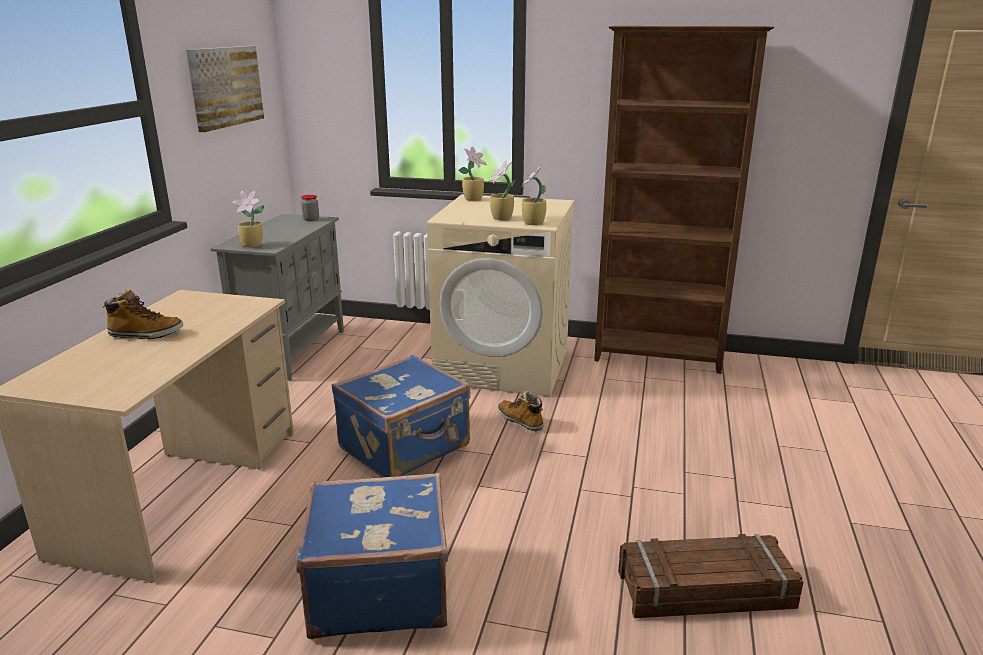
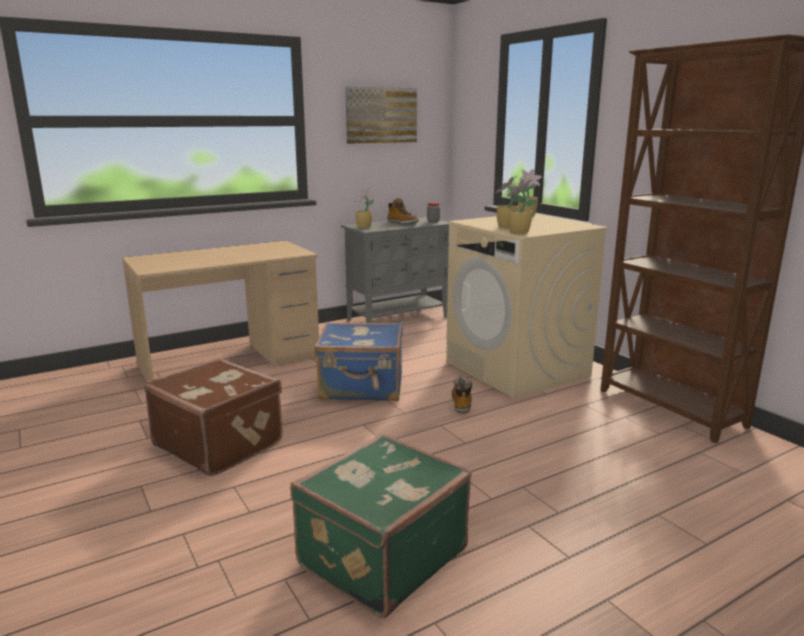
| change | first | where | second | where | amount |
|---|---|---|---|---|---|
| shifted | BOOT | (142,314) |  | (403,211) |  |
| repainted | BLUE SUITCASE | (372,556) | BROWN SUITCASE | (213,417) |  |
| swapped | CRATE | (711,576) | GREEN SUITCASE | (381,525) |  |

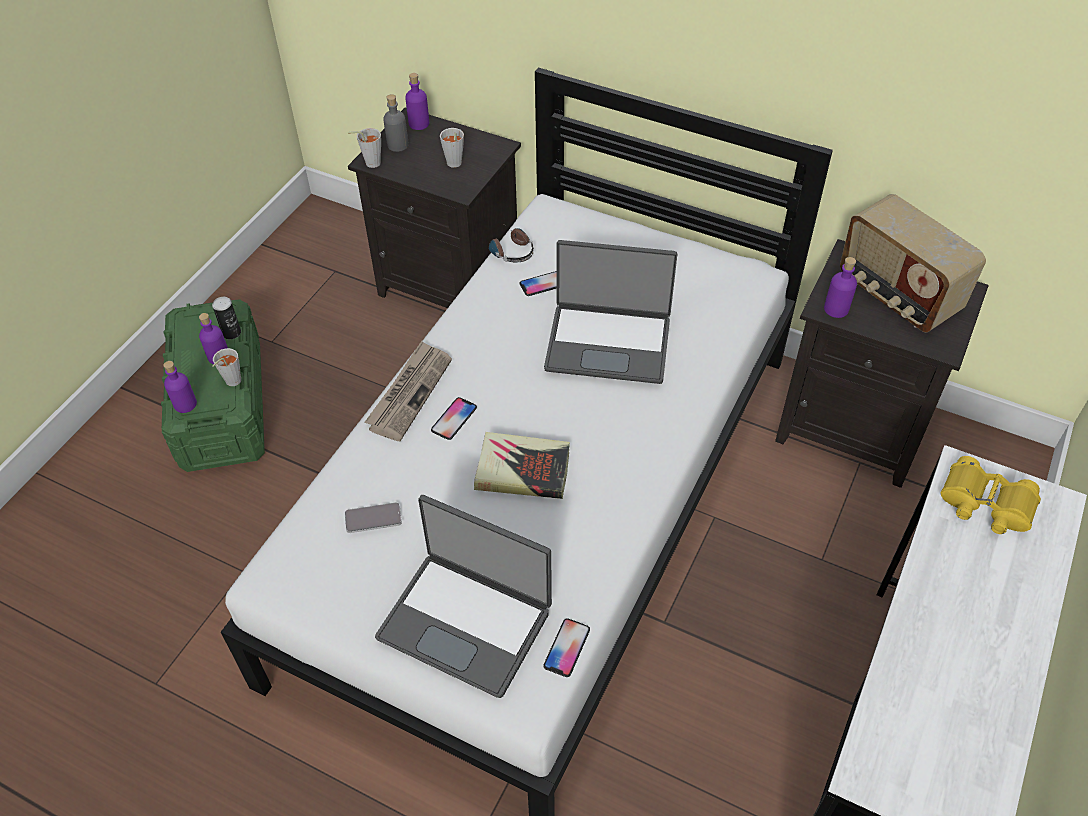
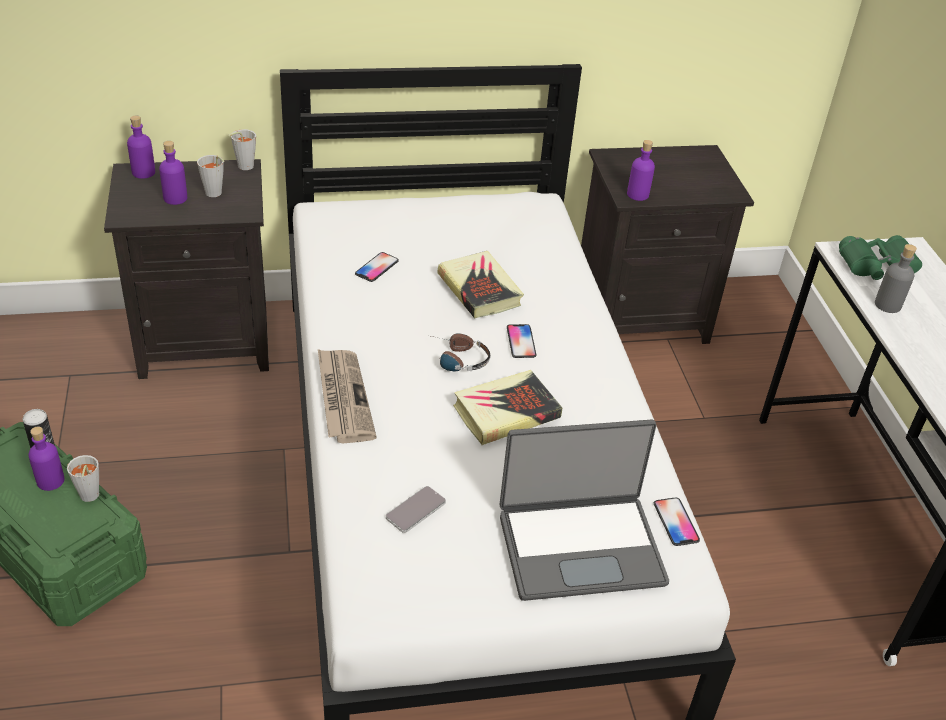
| change | first | where | second | where | amount |
|---|---|---|---|---|---|
| shifted | PURPLE BOTTLE | (180,387) |  | (173,173) |  |
| shifted | GREY CUP | (364,148) |  | (242,149) |  |
| shifted | GREY BOTTLE | (396,123) |  | (896,278) |  |
| shifted | PHONE | (454,418) |  | (521,341) |  |
| shifted | HEADPHONES | (511,242) |  | (461,352) |  |
| swapped | LAPTOP | (610,312) | BOOK | (481,285) |  |
| gone | RADIO | (913,263) |  |  |  |
| repainted | YELLOW BINOCULARS | (991,495) | GREEN BINOCULARS | (880,257) |  |

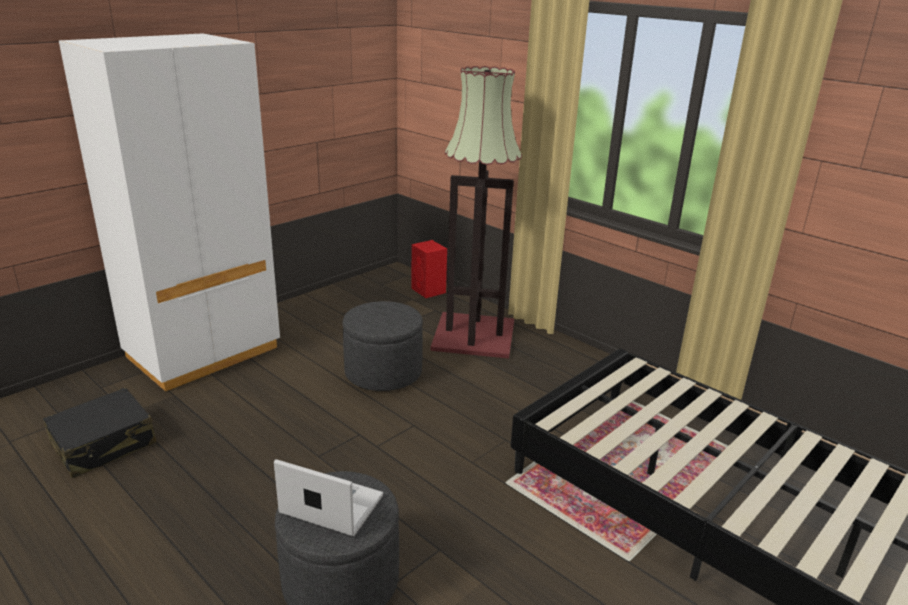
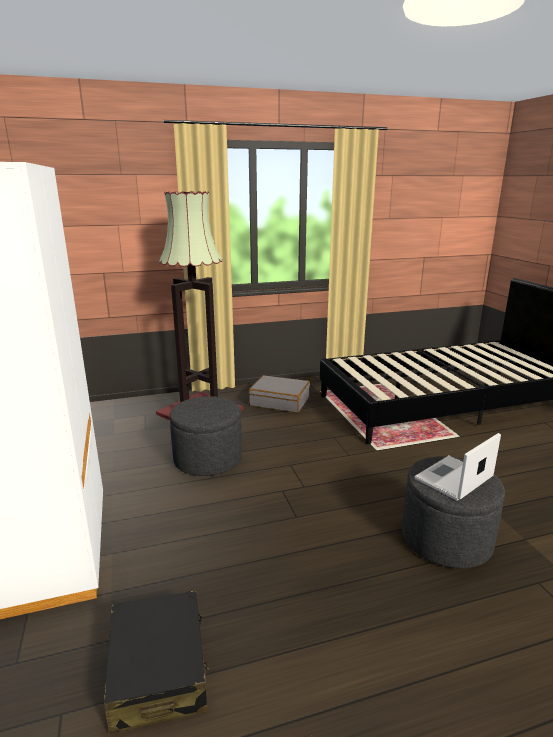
| change | first | where | second | where | amount |
|---|---|---|---|---|---|
| gone | RED SPEAKER | (429,269) |  |  |  |
| new |  |  | GREY SUITCASE | (279,394) |  |

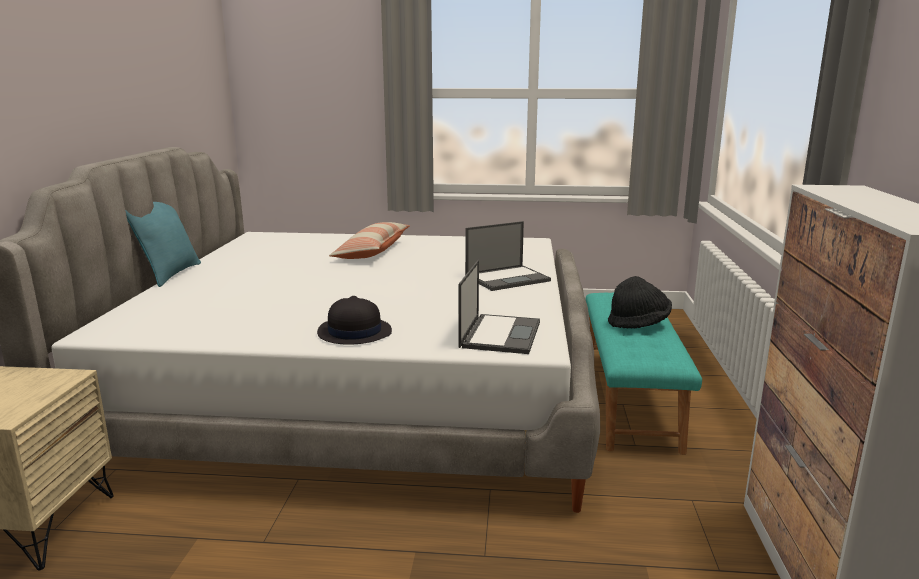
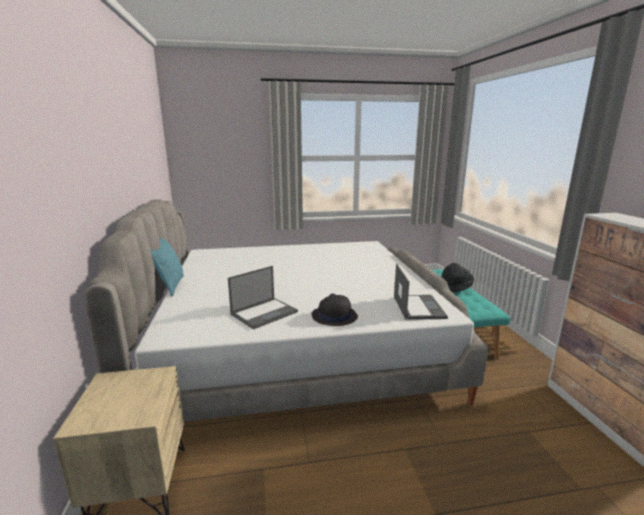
| change | first | where | second | where | amount |
|---|---|---|---|---|---|
| gone | PILLOW | (369,240) |  |  |  |
| shifted | LAPTOP | (508,256) |  | (263,297) |  |

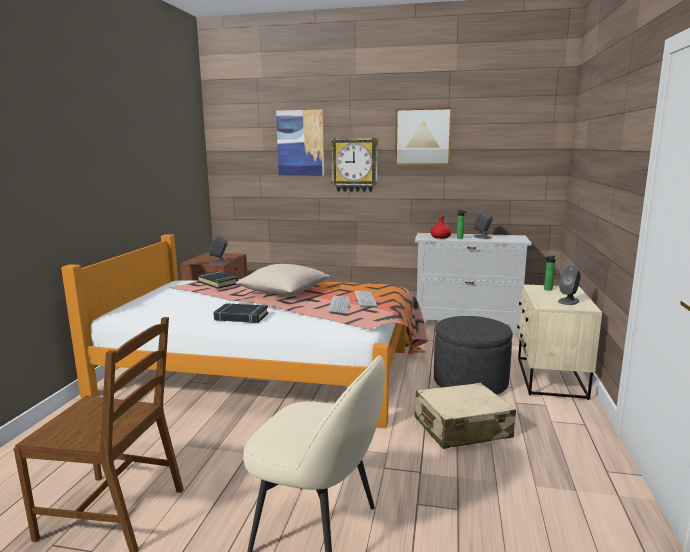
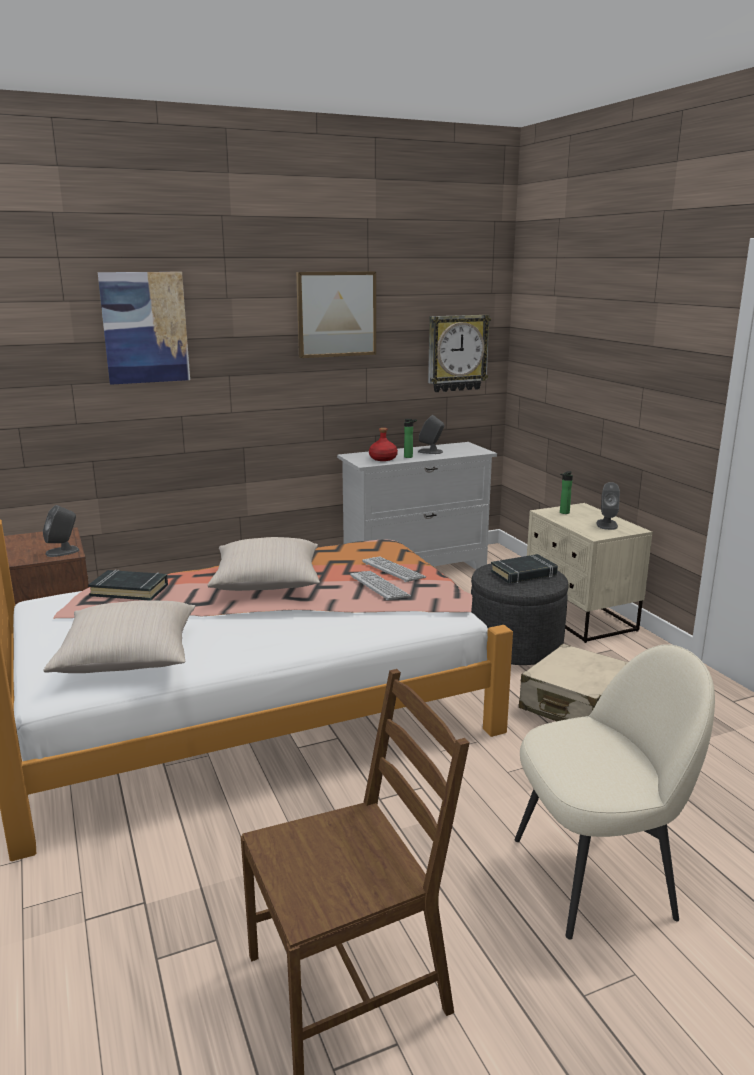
| change | first | where | second | where | amount |
|---|---|---|---|---|---|
| shifted | BLACK BOOK | (240,313) |  | (524,569) |  |
| shifted | WALL CLOCK | (354,165) |  | (459,353) |  |
| new |  |  | BEIGE PILLOW | (119,636) |  |

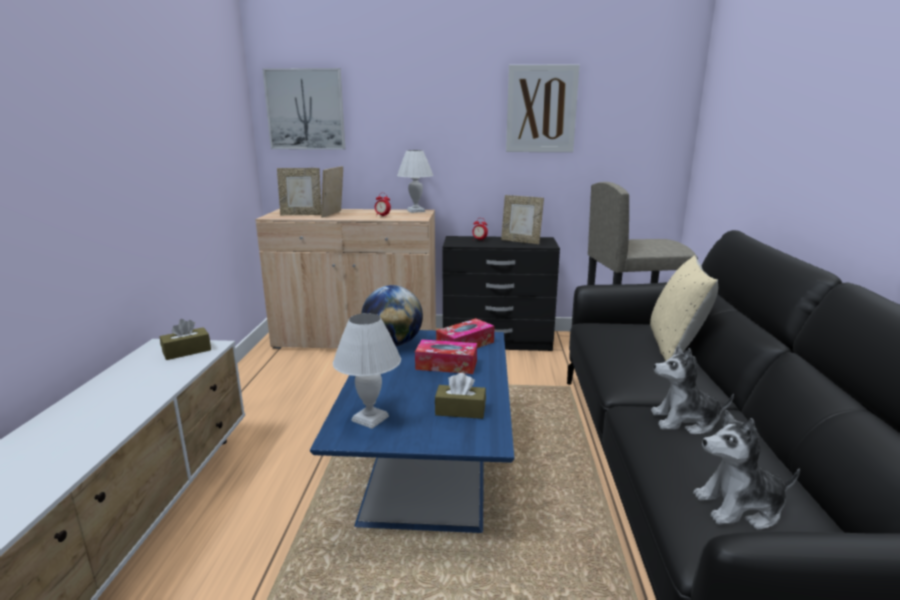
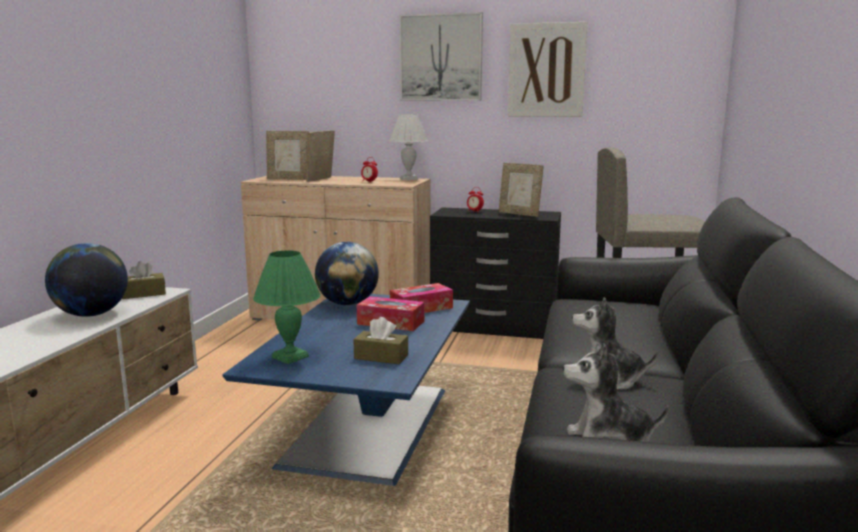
| change | first | where | second | where | amount |
|---|---|---|---|---|---|
| shifted | PICTURE | (304,109) |  | (441,56) |  |
| repainted | WHITE TABLE LAMP | (367,371) | GREEN TABLE LAMP | (287,307) |  |
| gone | BEIGE PILLOW | (684,308) |  |  |  |
| new |  |  | GLOBE | (86,280) |  |

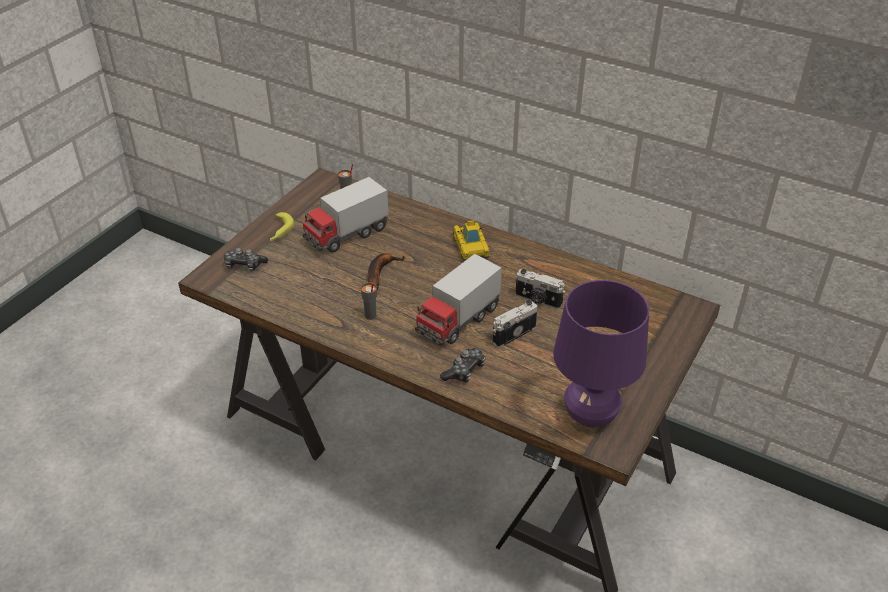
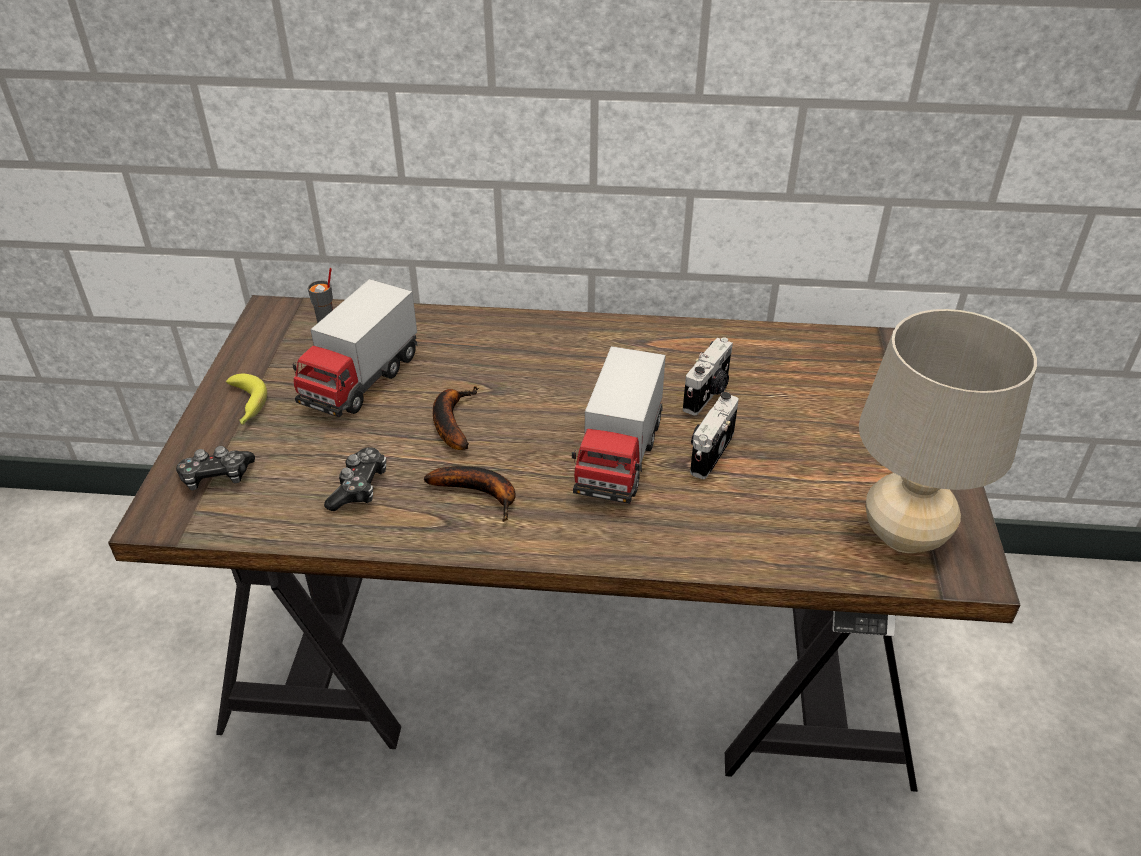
| change | first | where | second | where | amount |
|---|---|---|---|---|---|
| swapped | GREY CUP | (369,301) | BANANA | (470,494) |  |
| shifted | GAME CONTROLLER | (463,365) |  | (355,479) |  |
| gone | TOY CAR | (471,241) |  |  |  |
| rotated | PHOTO CAMERA | (540,289) |  | (708,376) | 60 degrees counterclockwise |
| repainted | PURPLE TABLE LAMP | (601,353) | BEIGE TABLE LAMP | (948,431) |  |

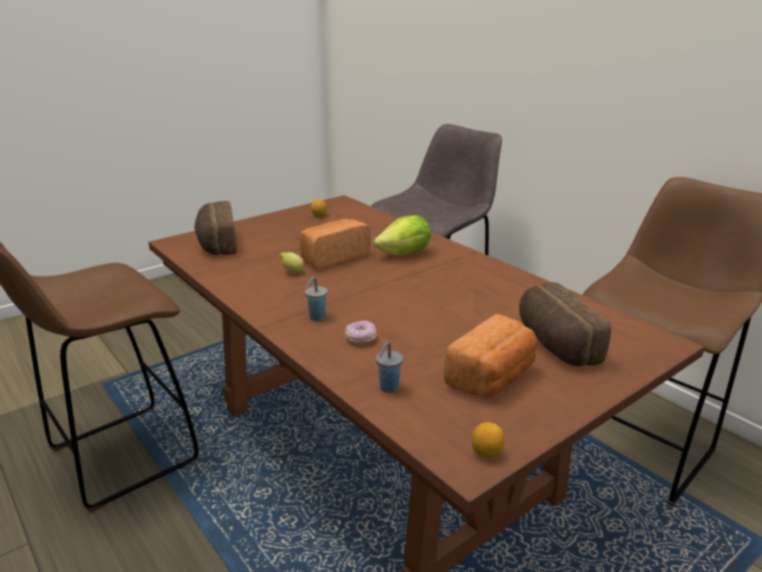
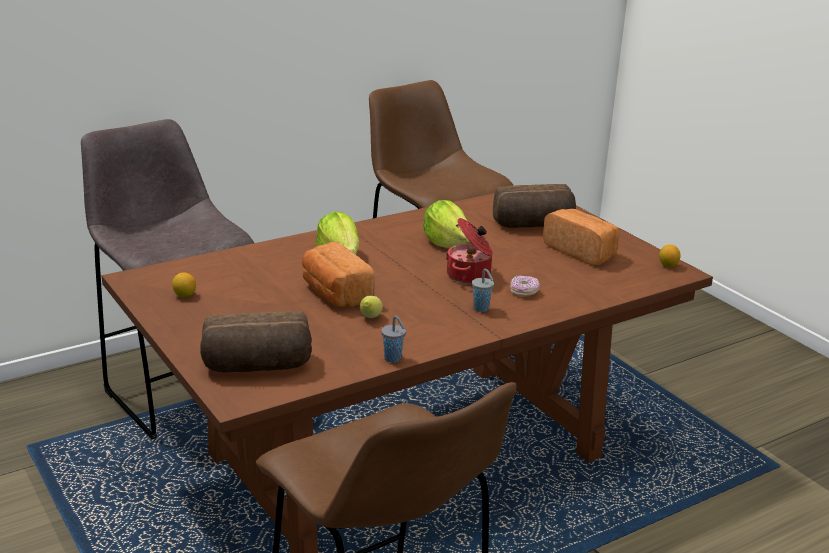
| change | first | where | second | where | amount |
|---|---|---|---|---|---|
| shifted | GREY CUP | (389,367) |  | (393,339) |  |
| new |  |  | LETTUCE | (446,224) |  |
| new |  |  | COOKING POT | (469,251) |  |

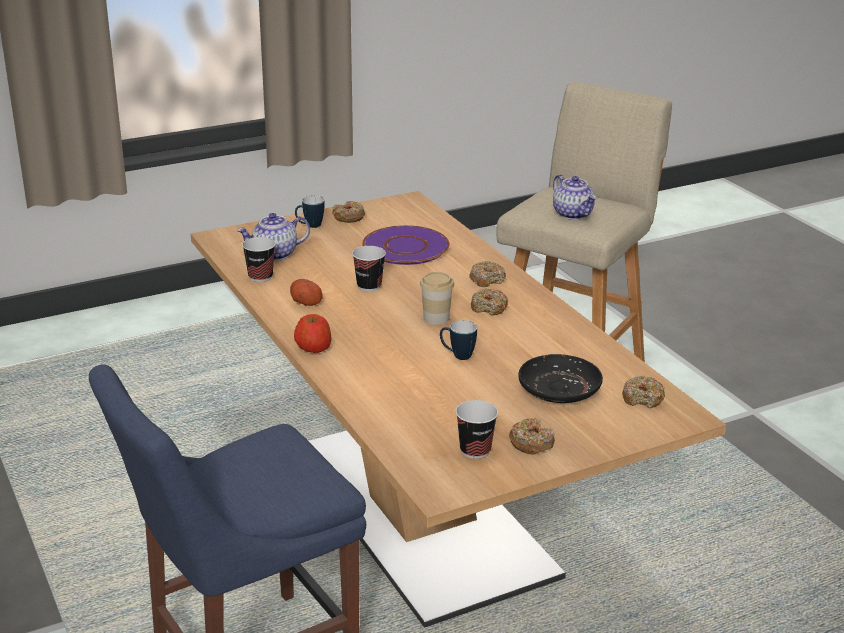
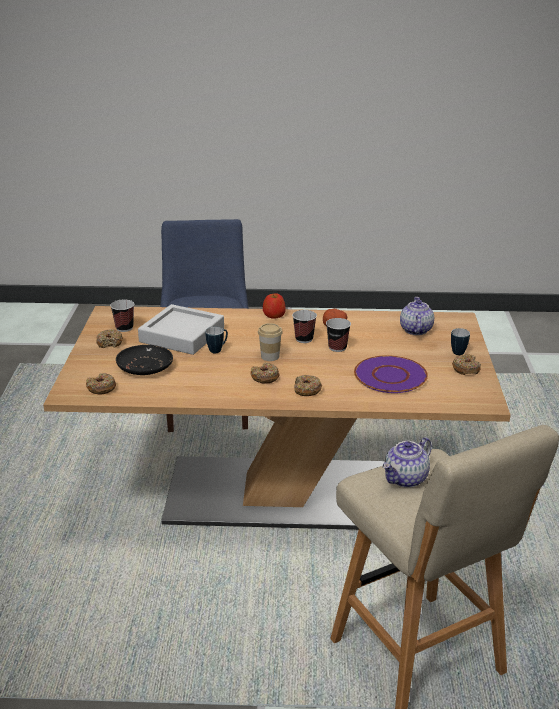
| change | first | where | second | where | amount |
|---|---|---|---|---|---|
| shifted | CUP | (259,259) |  | (304,326) |  |
| rotated | TEAPOT | (575,197) |  | (407,462) | 45 degrees counterclockwise |
| new |  |  | GREY TRAY | (181,329) |  |

